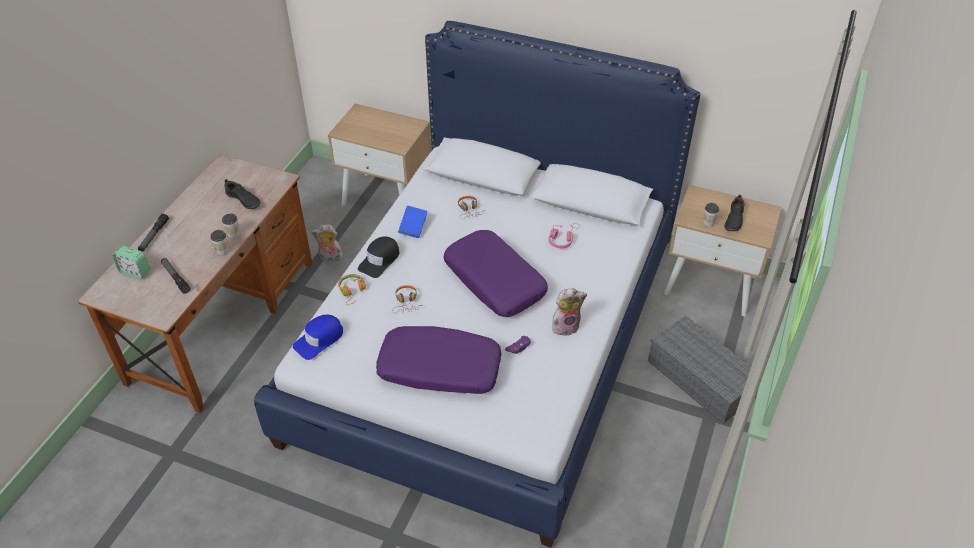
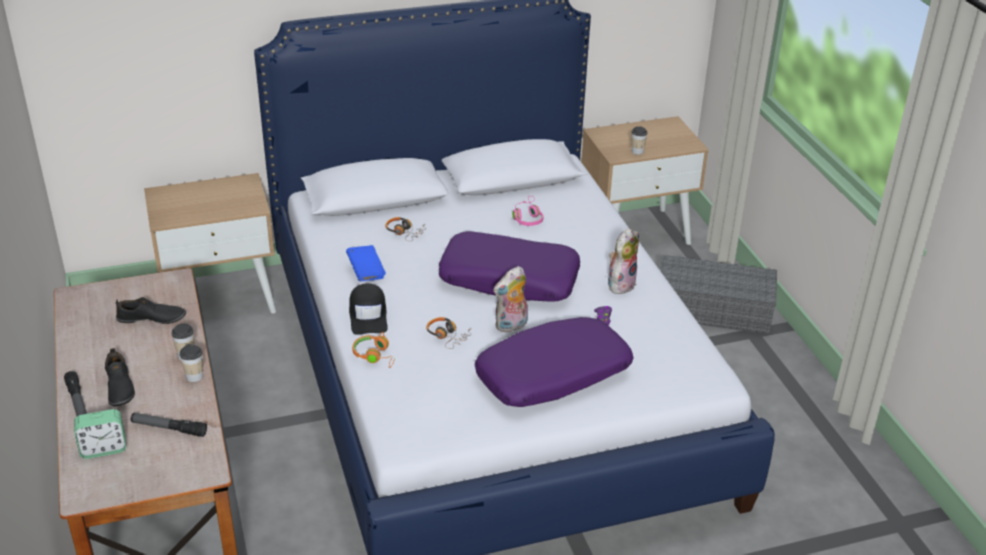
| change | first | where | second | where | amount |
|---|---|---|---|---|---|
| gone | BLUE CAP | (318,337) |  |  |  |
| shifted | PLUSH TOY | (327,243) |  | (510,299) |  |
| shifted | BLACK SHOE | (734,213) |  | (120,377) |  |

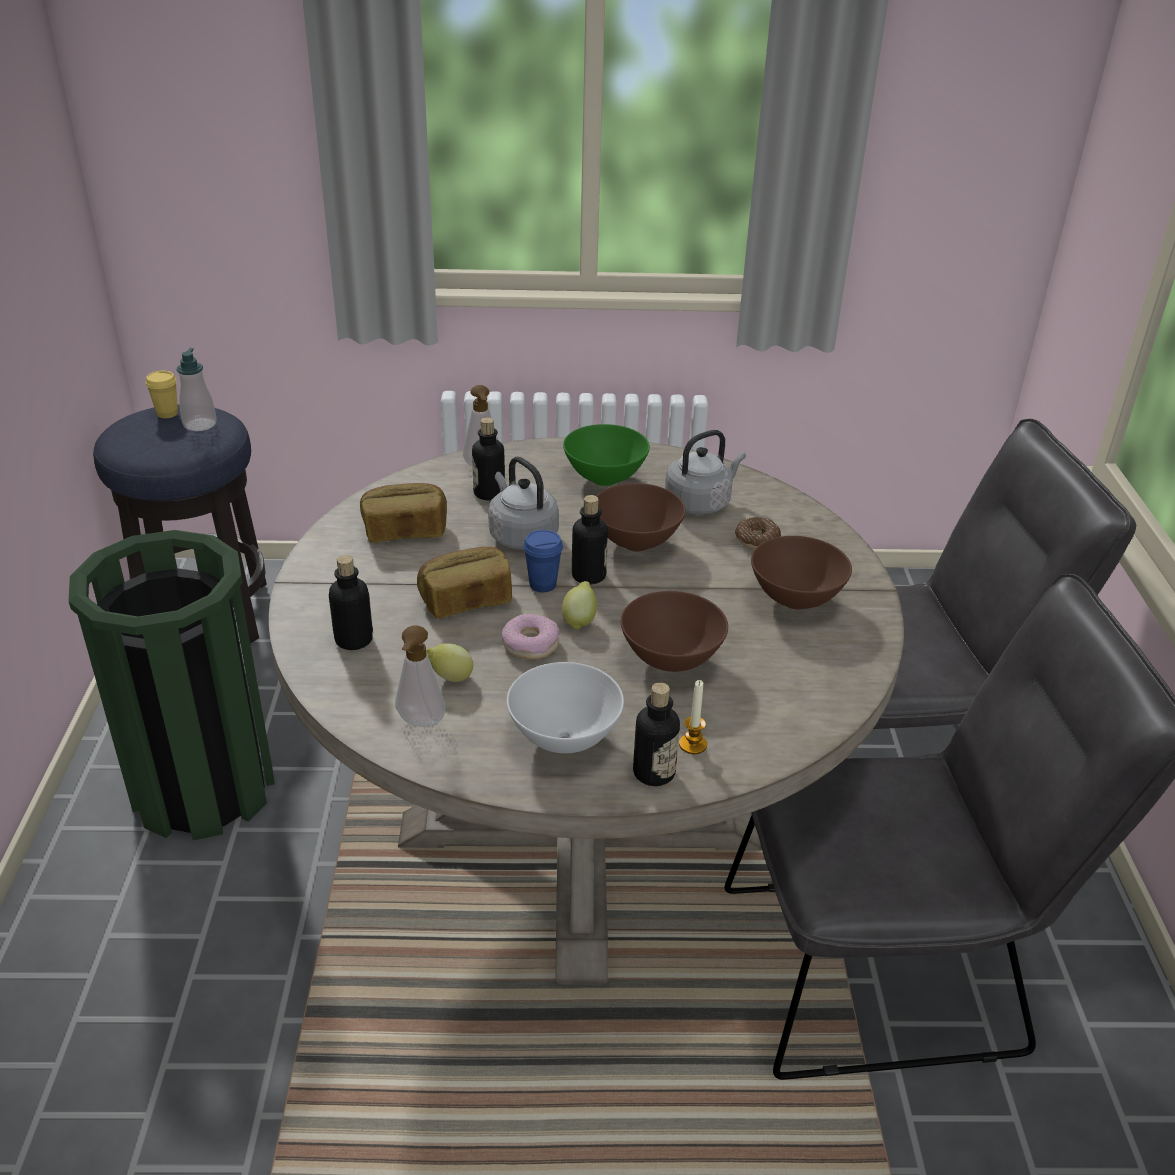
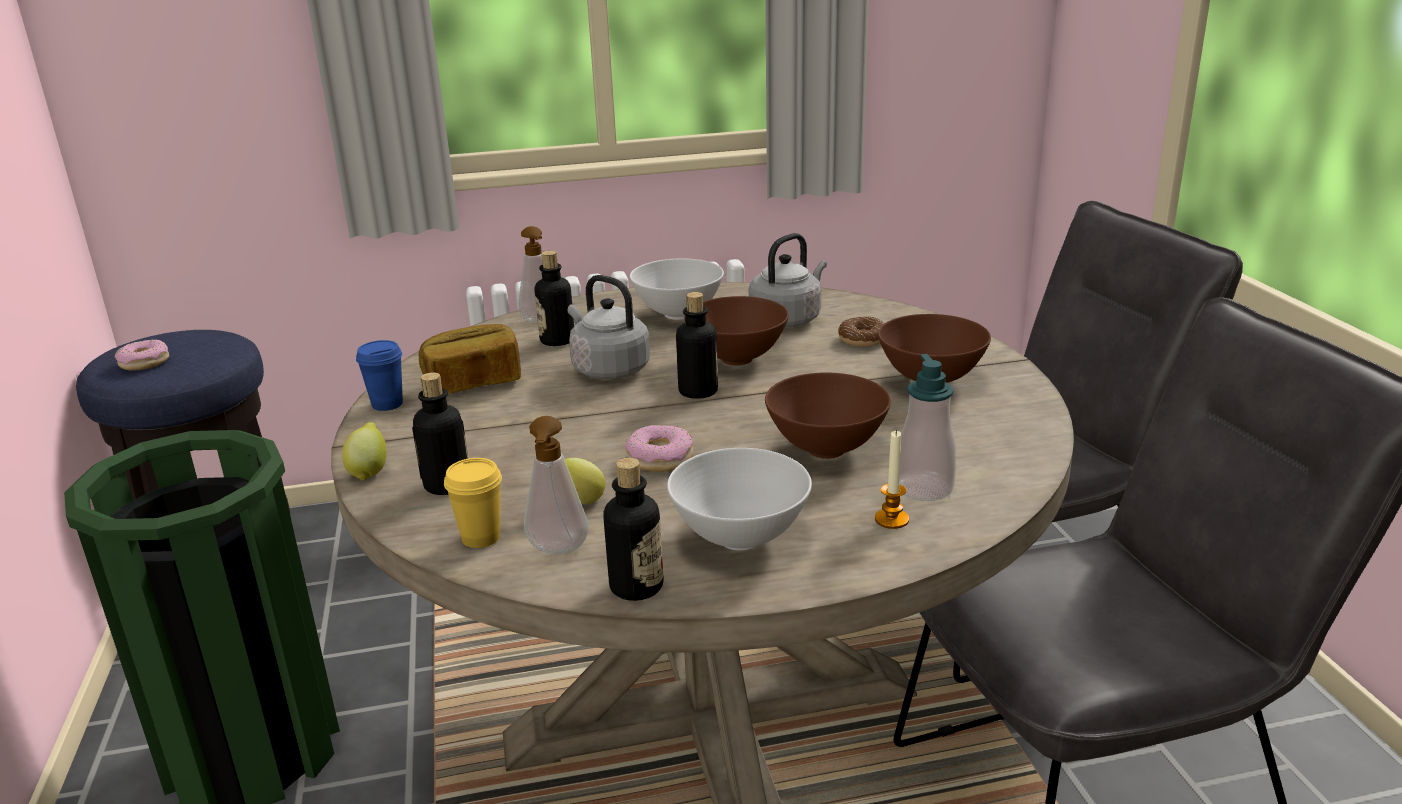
| change | first | where | second | where | amount |
|---|---|---|---|---|---|
| shifted | YELLOW CUP | (162,394) |  | (473,503) |  |
| shifted | SOAP DISPENSER | (197,389) |  | (927,427) |  |
| gone | BREAD | (464,583) |  |  |  |
| shifted | BLUE CUP | (543,561) |  | (379,375) |  |
| shifted | LEMON | (579,605) |  | (364,451) |  |
| repainted | GREEN BOWL | (606,455) | WHITE BOWL | (677,289) |  |
| shifted | BOTTLE | (656,734) |  | (633,529) |  |
| new |  |  | DONUT | (142,355) |  |

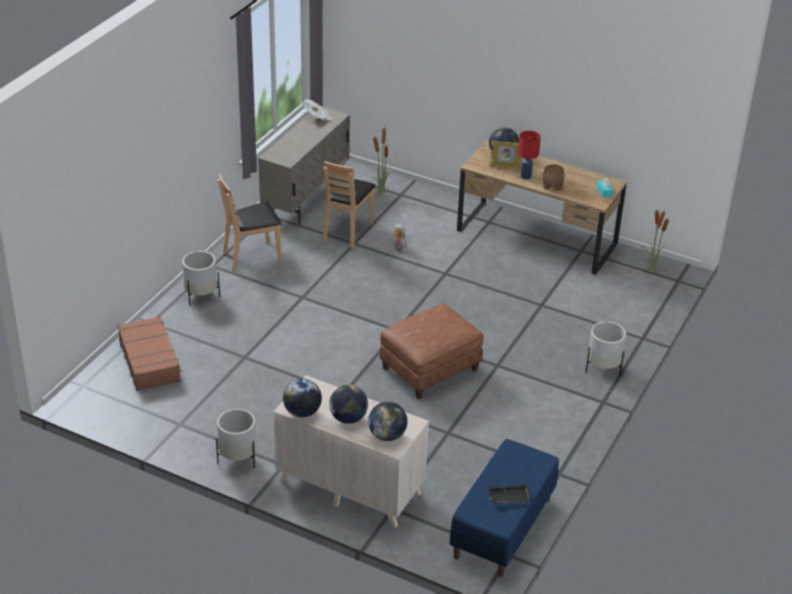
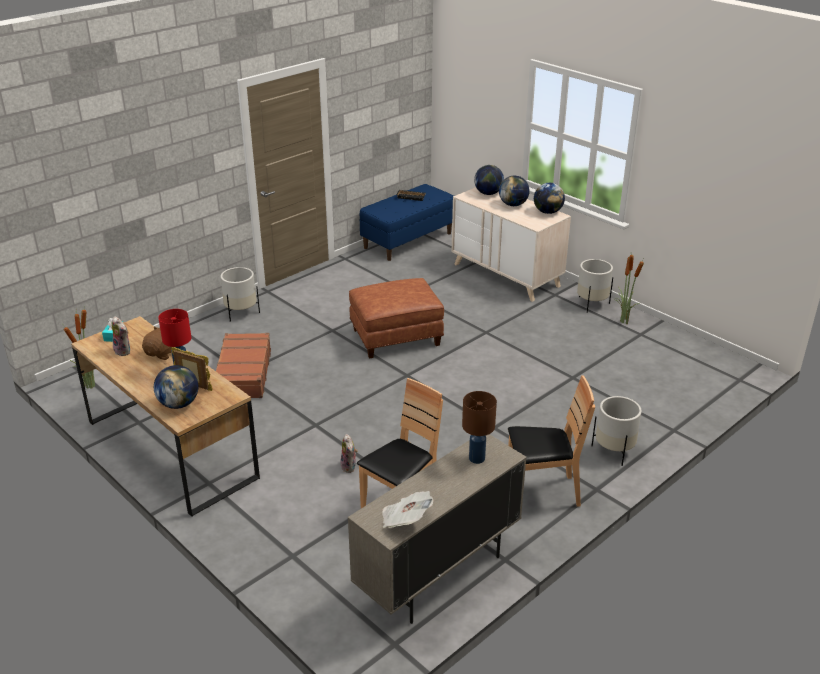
| change | first | where | second | where | amount |
|---|---|---|---|---|---|
| shifted | BROWN SUITCASE | (149,353) |  | (243,365) |  |
| shifted | POTTED PLANT | (381,161) |  | (630,289) |  |
| new |  |  | PLUSH TOY | (121,336) |  |
| new |  |  | BROWN TABLE LAMP | (479,427) |  |

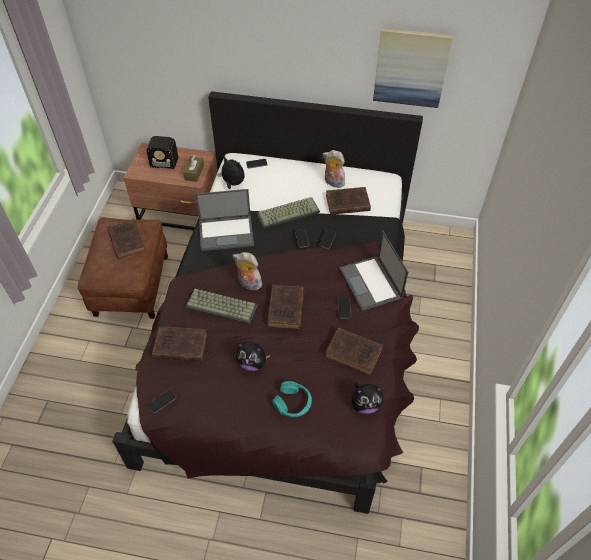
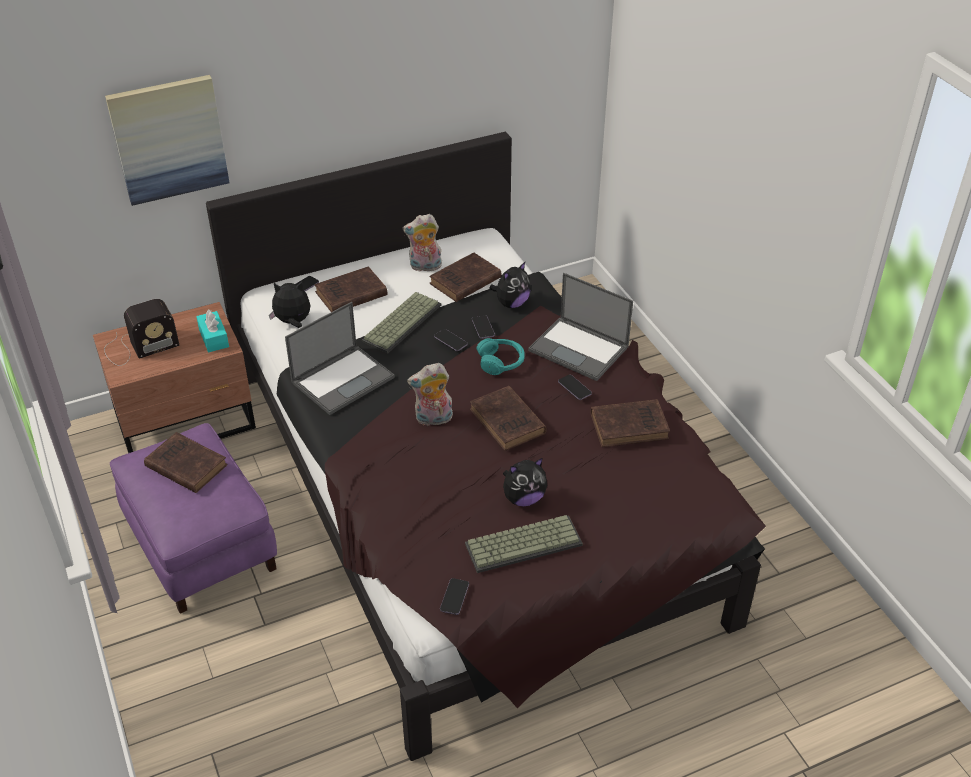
| change | first | where | second | where | amount |
|---|---|---|---|---|---|
| repainted | BROWN OTTOMAN | (122,268) | PURPLE OTTOMAN | (193,518) |  |
| shifted | BROWN BOOK | (179,344) |  | (350,289) |  |
| repainted | BROWN TISSUE BOX | (193,168) | TURQUOISE TISSUE BOX | (212,330) |  |
| shifted | KEYBOARD | (221,307) |  | (524,544) |  |
| shifted | TURQUOISE HEADPHONES | (292,399) |  | (501,356) |  |
| shifted | PLUSH TOY | (367,398) |  | (510,285) |  |
| shifted | PICTURE | (413,68) |  | (167,140) |  |

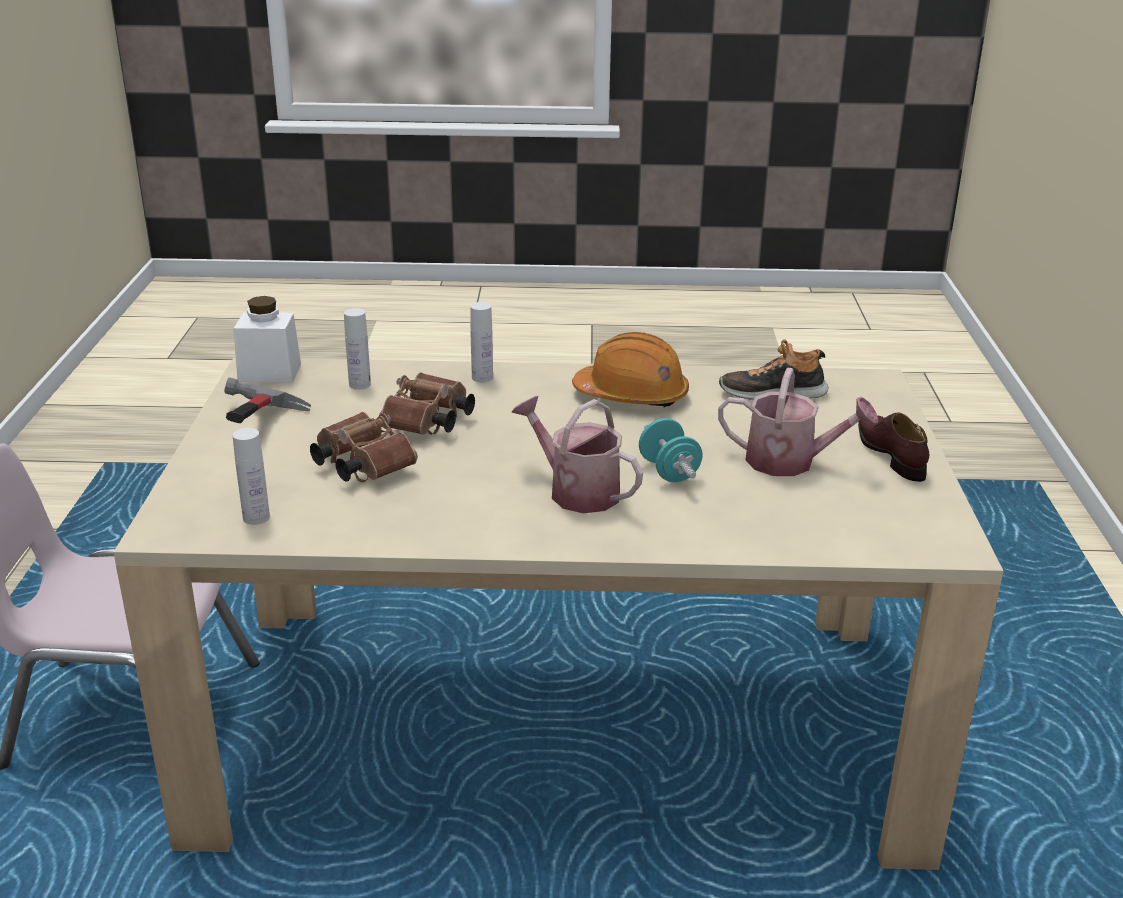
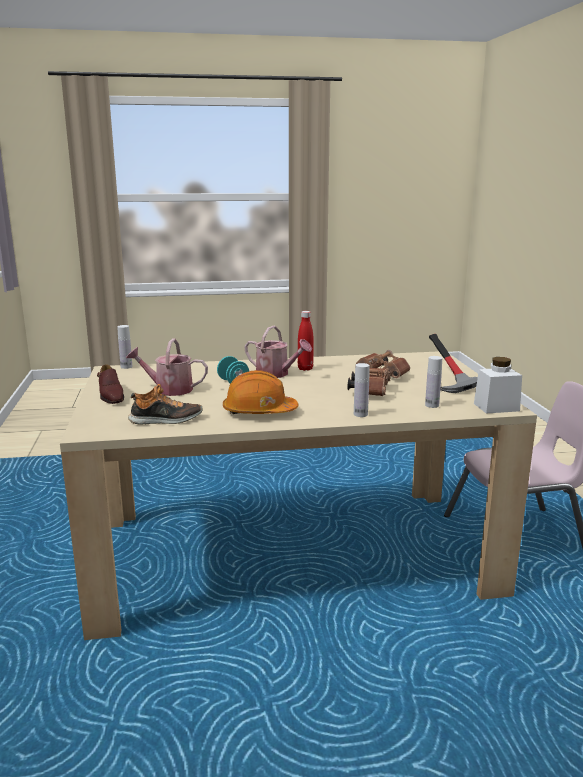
| change | first | where | second | where | amount |
|---|---|---|---|---|---|
| shifted | WHITE BOTTLE | (251,476) |  | (124,347) |  |
| new |  |  | RED BOTTLE | (306,341) |  |

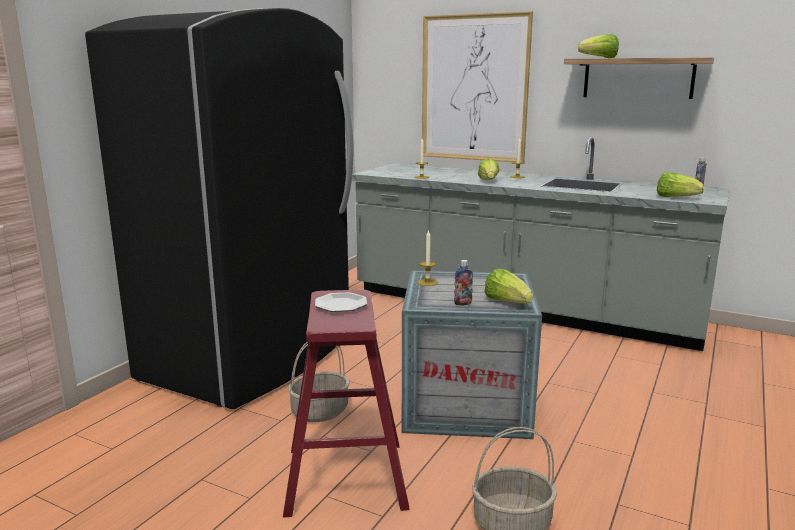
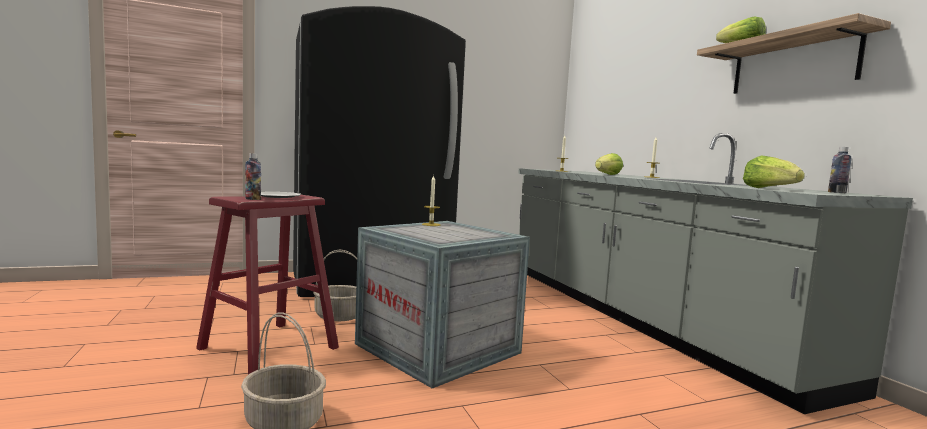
| change | first | where | second | where | amount |
|---|---|---|---|---|---|
| gone | PICTURE | (477,86) |  |  |  |
| shifted | BOTTLE | (463,282) |  | (253,176) |  |
| gone | LETTUCE | (508,286) |  |  |  |

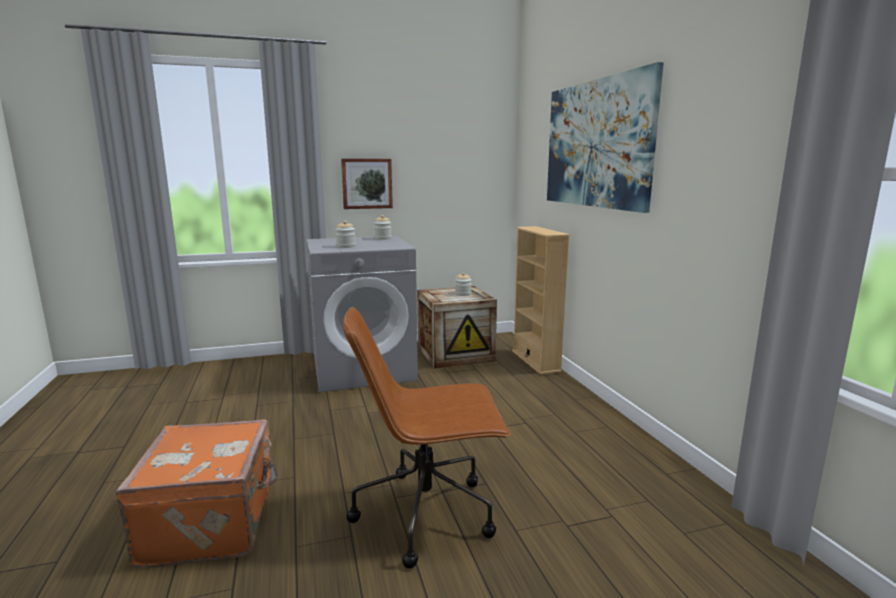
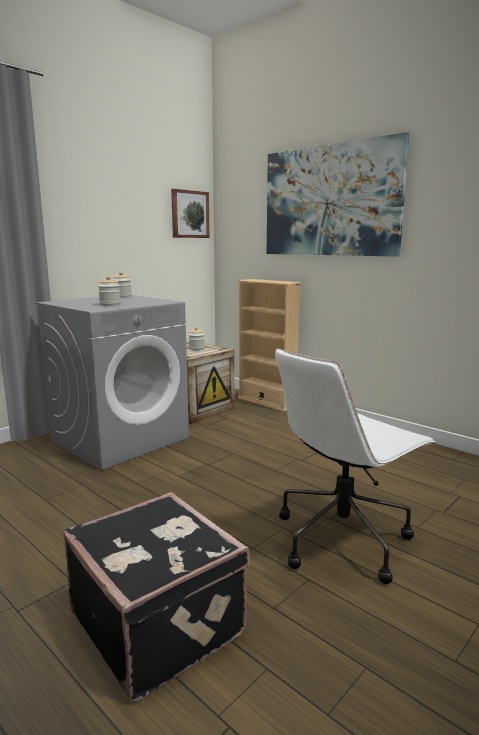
| change | first | where | second | where | amount |
|---|---|---|---|---|---|
| repainted | ORANGE SUITCASE | (196,493) | BLACK SUITCASE | (156,596) |  |
| shifted | PICTURE | (367,183) |  | (190,213) |  |
| repainted | BROWN OFFICE CHAIR | (427,438) | WHITE OFFICE CHAIR | (355,466) |  |

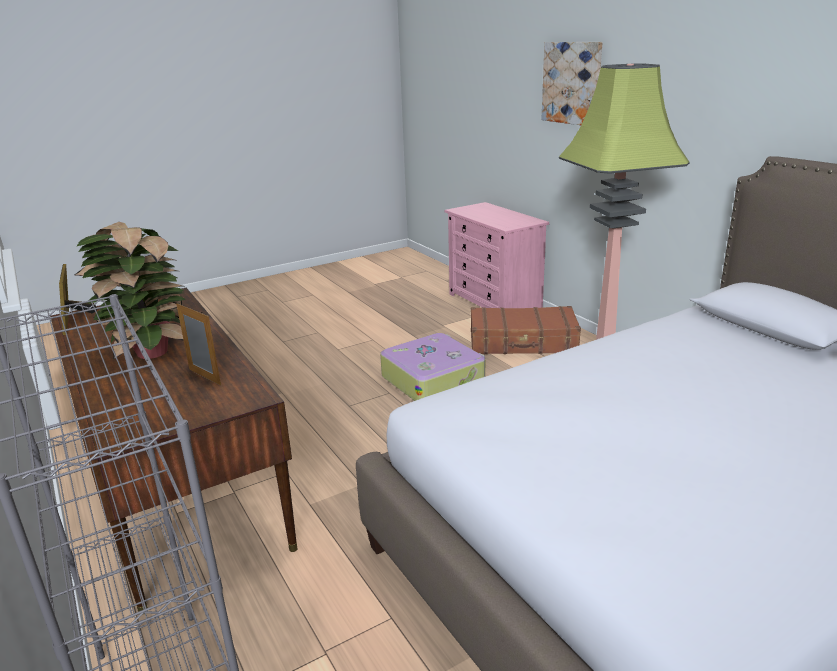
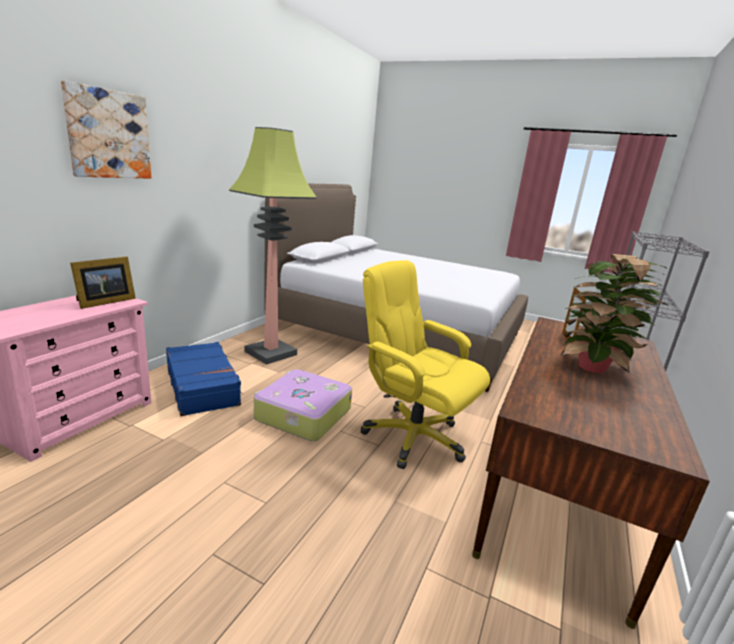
| change | first | where | second | where | amount |
|---|---|---|---|---|---|
| shifted | PICTURE FRAME | (78,299) |  | (103,282) |  |
| repainted | BROWN SUITCASE | (526,330) | BLUE SUITCASE | (204,379) |  |
| new |  |  | YELLOW OFFICE CHAIR | (425,364) |  |

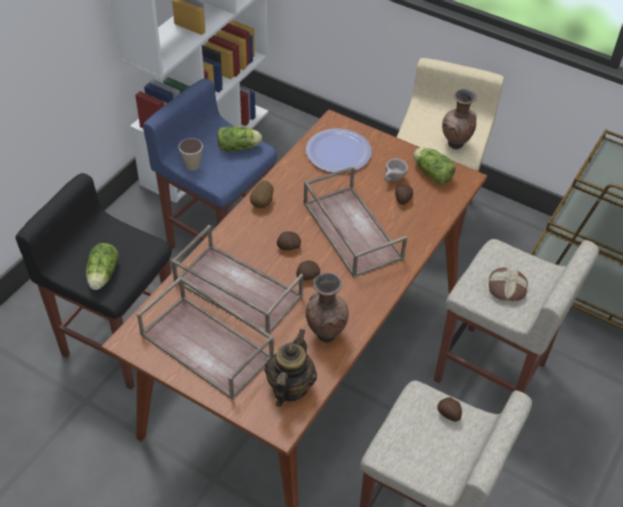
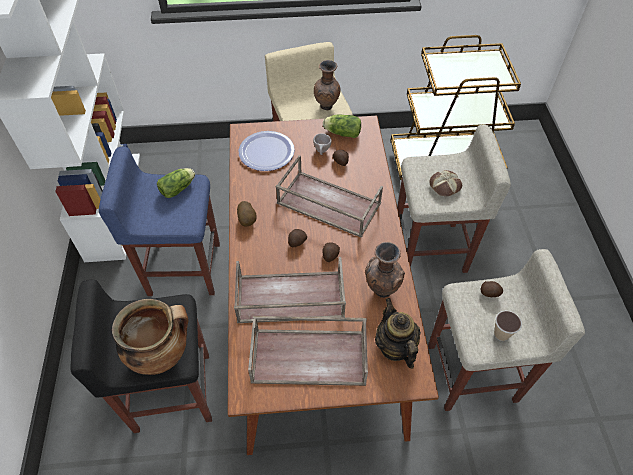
| change | first | where | second | where | amount |
|---|---|---|---|---|---|
| swapped | LETTUCE | (102,266) | COOKING POT | (150,337) |  |
| shifted | CUP | (190,154) |  | (508,326) |  |

